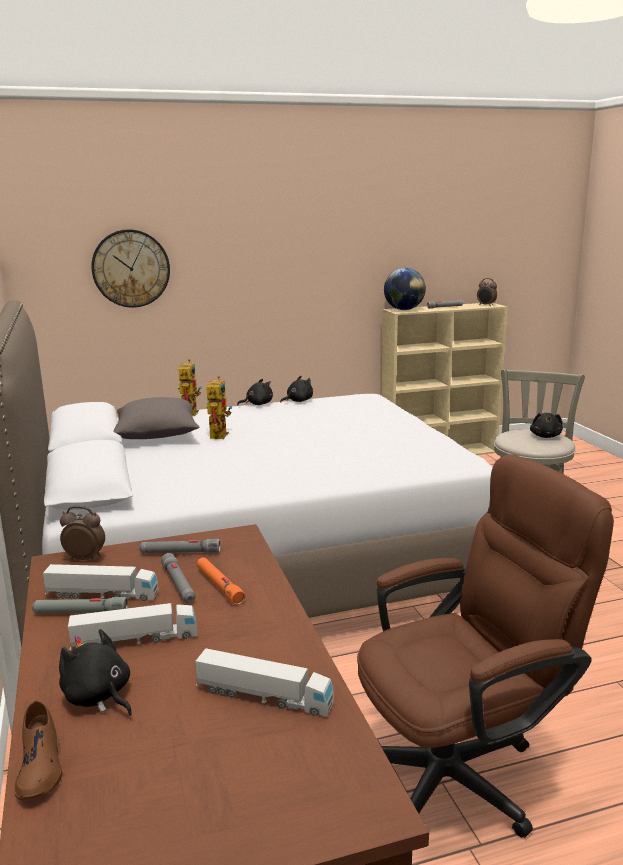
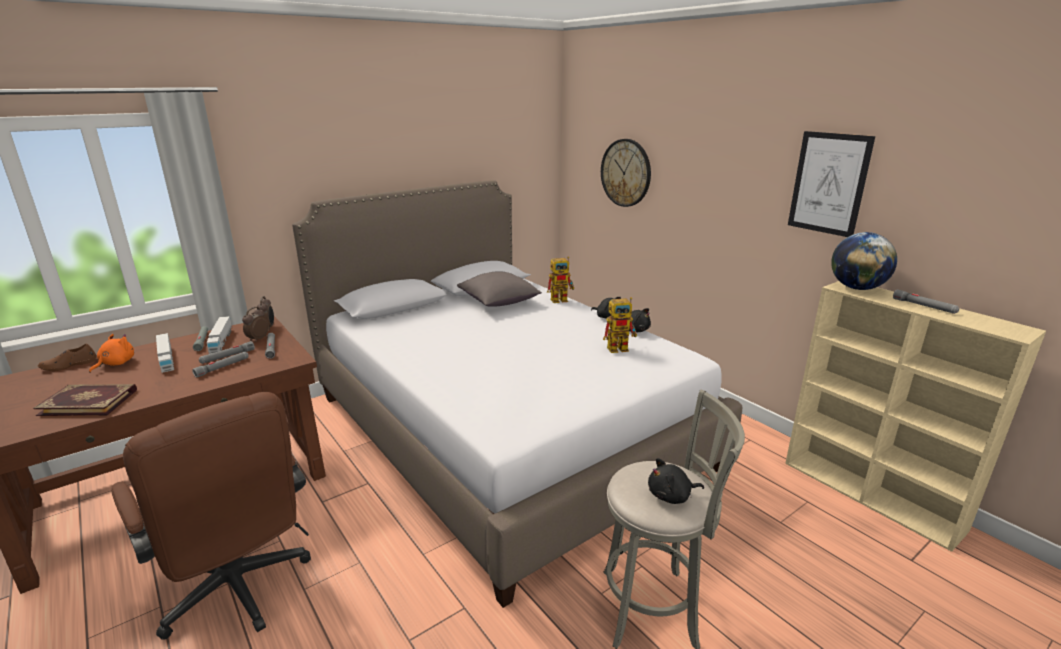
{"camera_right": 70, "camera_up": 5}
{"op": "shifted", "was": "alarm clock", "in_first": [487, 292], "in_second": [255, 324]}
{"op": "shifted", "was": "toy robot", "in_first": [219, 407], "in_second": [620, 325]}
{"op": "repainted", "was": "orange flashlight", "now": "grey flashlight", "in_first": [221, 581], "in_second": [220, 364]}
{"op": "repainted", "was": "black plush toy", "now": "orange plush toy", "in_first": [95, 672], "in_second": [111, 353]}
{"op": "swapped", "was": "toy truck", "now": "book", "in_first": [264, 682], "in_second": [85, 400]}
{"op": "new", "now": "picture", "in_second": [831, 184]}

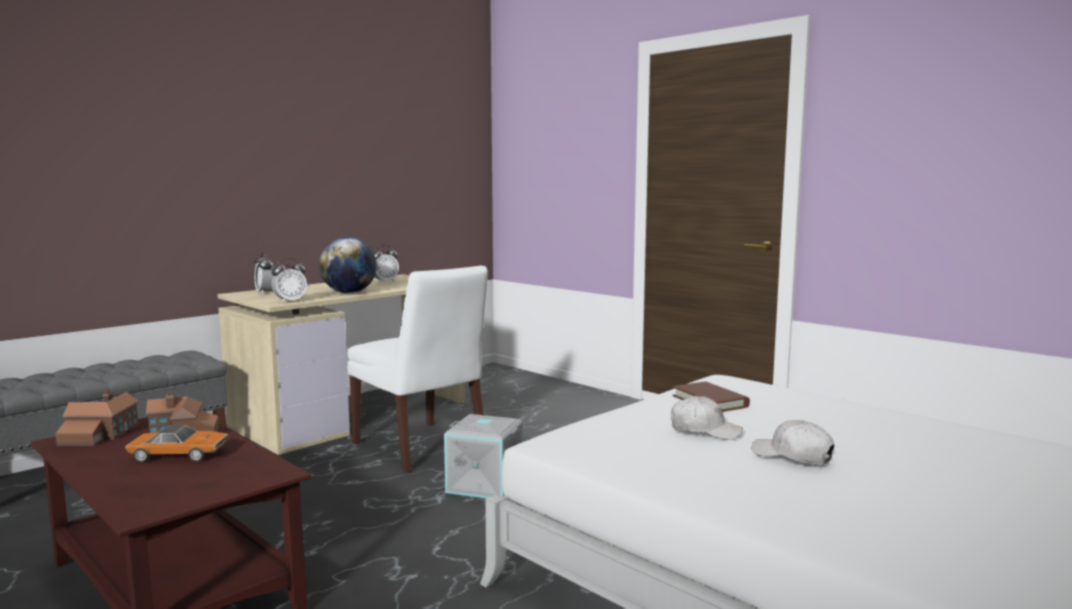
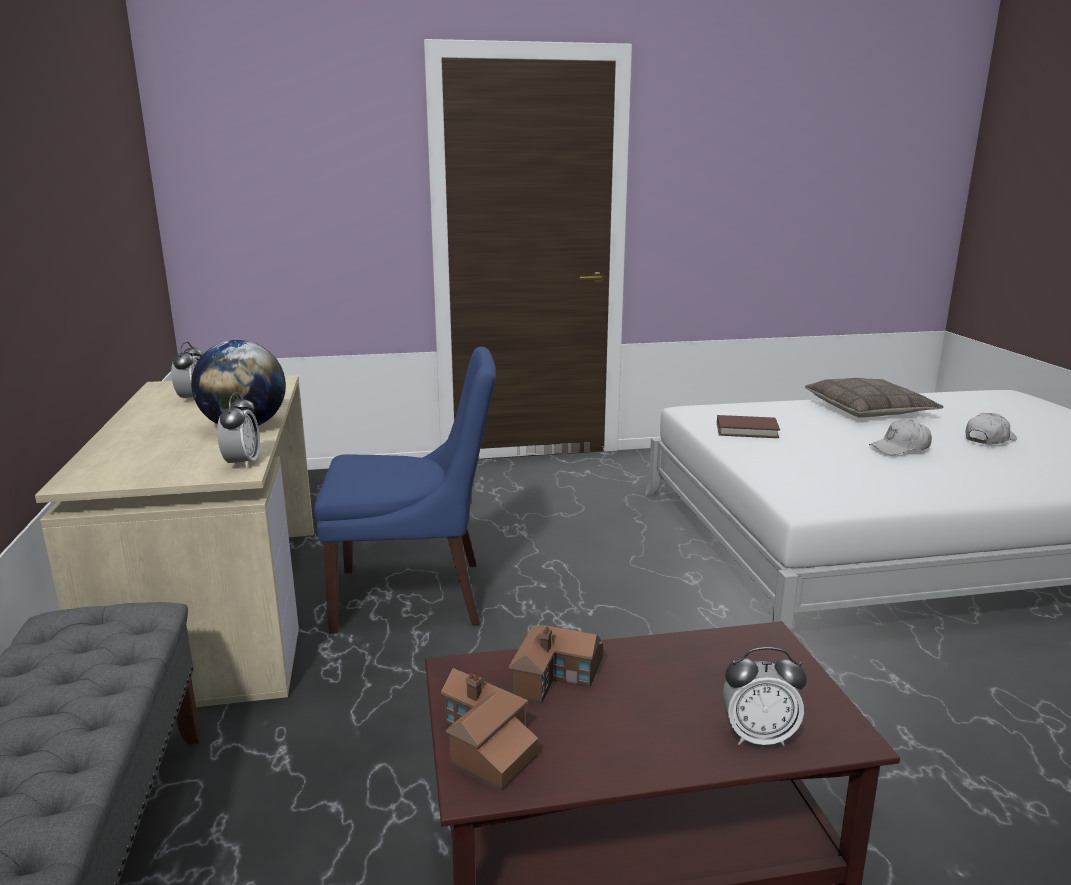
{"camera_right": -55, "camera_up": 10}
{"op": "shifted", "was": "alarm clock", "in_first": [264, 273], "in_second": [764, 696]}
{"op": "repainted", "was": "white chair", "now": "blue chair", "in_first": [417, 369], "in_second": [405, 490]}
{"op": "shifted", "was": "white cap", "in_first": [707, 418], "in_second": [991, 429]}
{"op": "gone", "was": "grey storage box", "in_first": [483, 456]}
{"op": "gone", "was": "toy car", "in_first": [177, 443]}
{"op": "new", "now": "pillow", "in_second": [874, 398]}

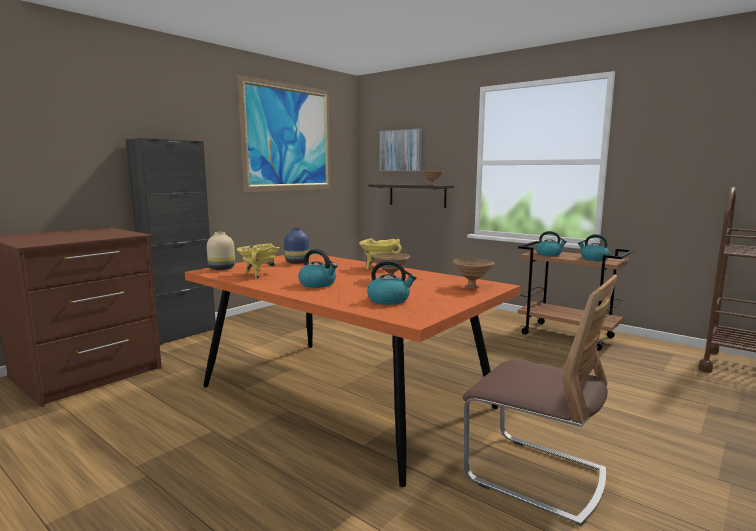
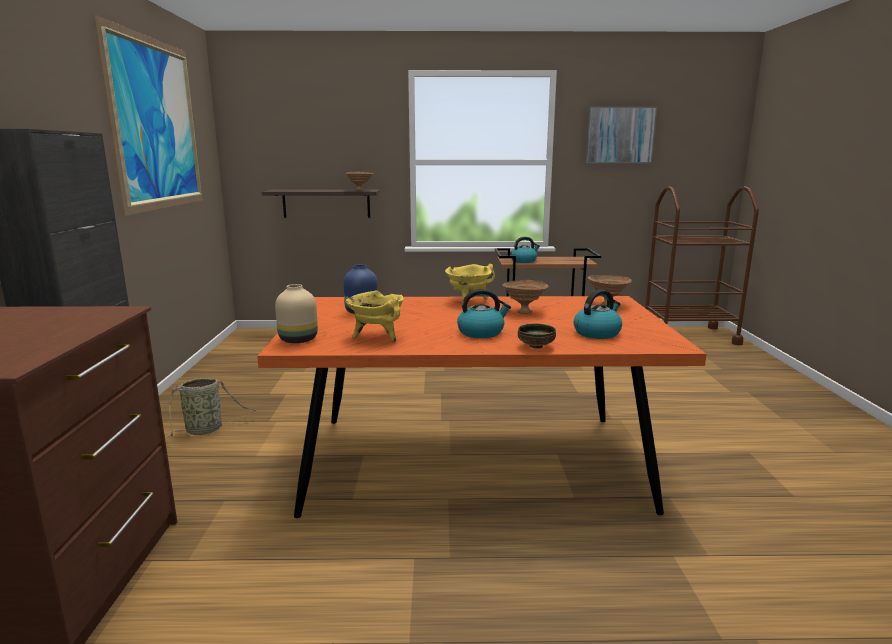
{"camera_right": -40, "camera_up": 5}
{"op": "shifted", "was": "picture", "in_first": [400, 149], "in_second": [621, 135]}
{"op": "gone", "was": "kettle", "in_first": [594, 247]}
{"op": "gone", "was": "chair", "in_first": [540, 400]}
{"op": "new", "now": "bowl", "in_second": [537, 336]}
{"op": "new", "now": "basket", "in_second": [210, 407]}

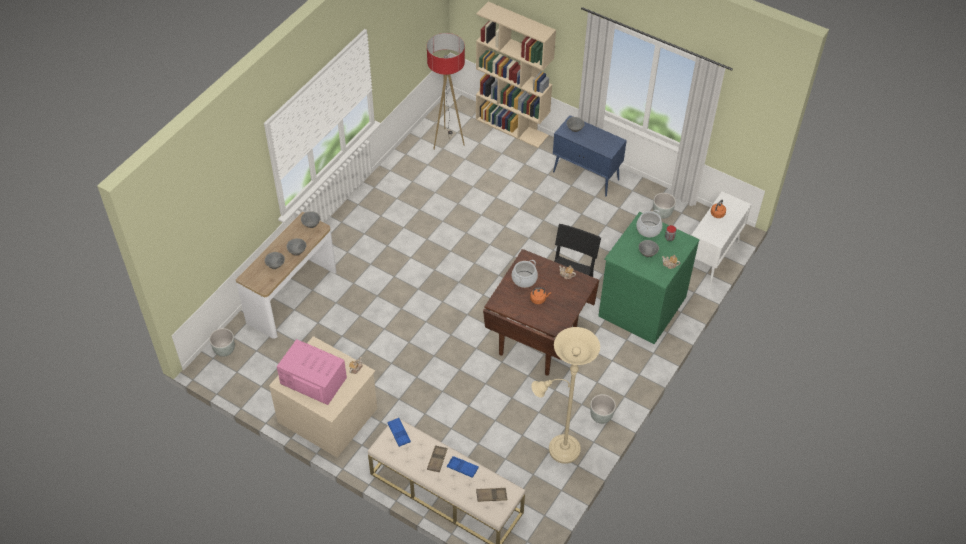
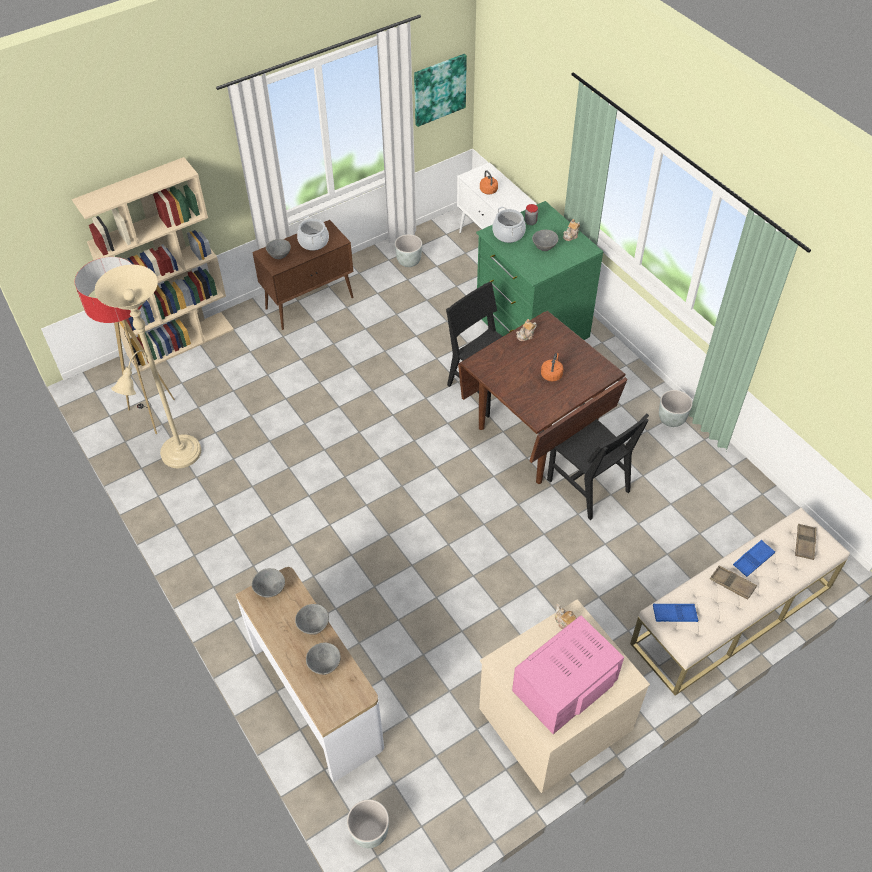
{"camera_right": -65, "camera_up": 0}
{"op": "repainted", "was": "blue cabinet", "now": "brown cabinet", "in_first": [590, 155], "in_second": [303, 275]}
{"op": "shifted", "was": "cooking pot", "in_first": [525, 274], "in_second": [313, 233]}
{"op": "shifted", "was": "beige floor lamp", "in_first": [565, 395], "in_second": [148, 366]}
{"op": "new", "now": "picture", "in_second": [440, 90]}
{"op": "new", "now": "black chair", "in_second": [598, 466]}

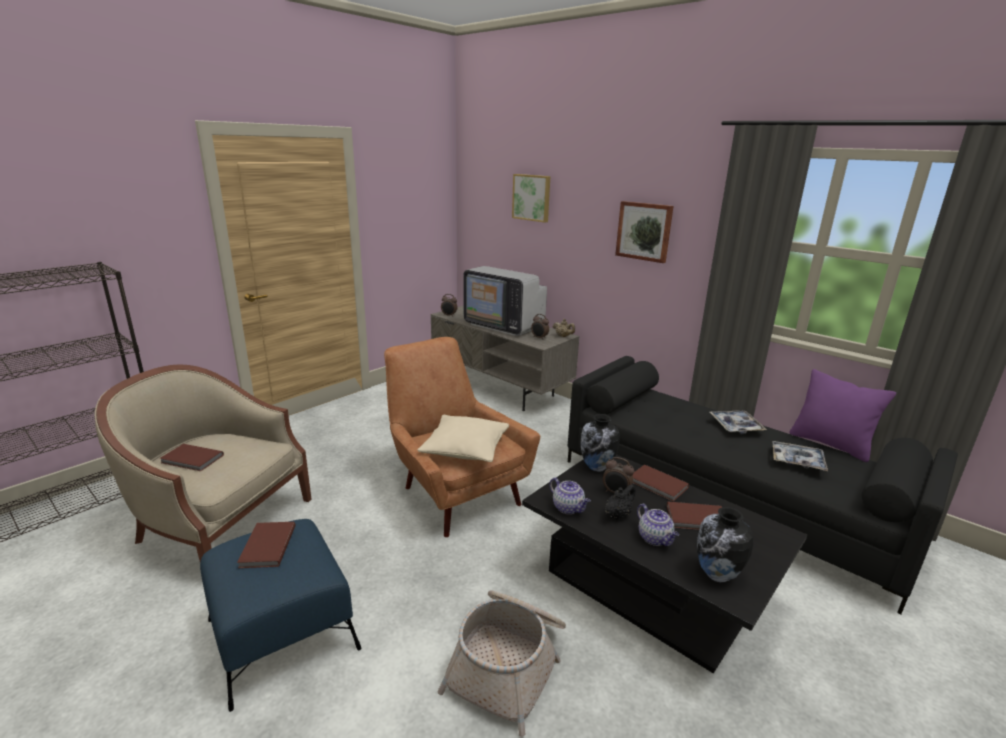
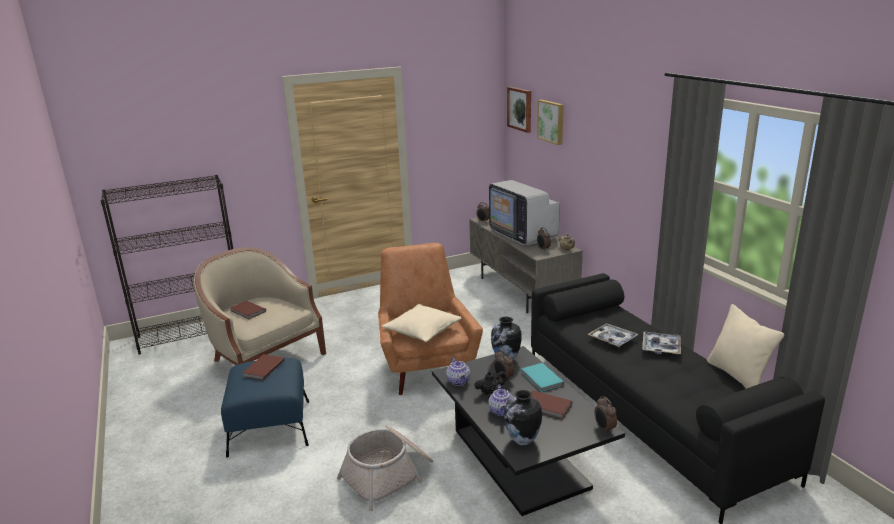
{"camera_right": 25, "camera_up": 0}
{"op": "shifted", "was": "picture", "in_first": [644, 232], "in_second": [519, 110]}
{"op": "repainted", "was": "purple pillow", "now": "beige pillow", "in_first": [842, 415], "in_second": [745, 346]}
{"op": "shifted", "was": "tray", "in_first": [800, 456], "in_second": [613, 335]}
{"op": "repainted", "was": "brown book", "now": "turquoise book", "in_first": [661, 483], "in_second": [542, 377]}
{"op": "new", "now": "alarm clock", "in_second": [606, 415]}

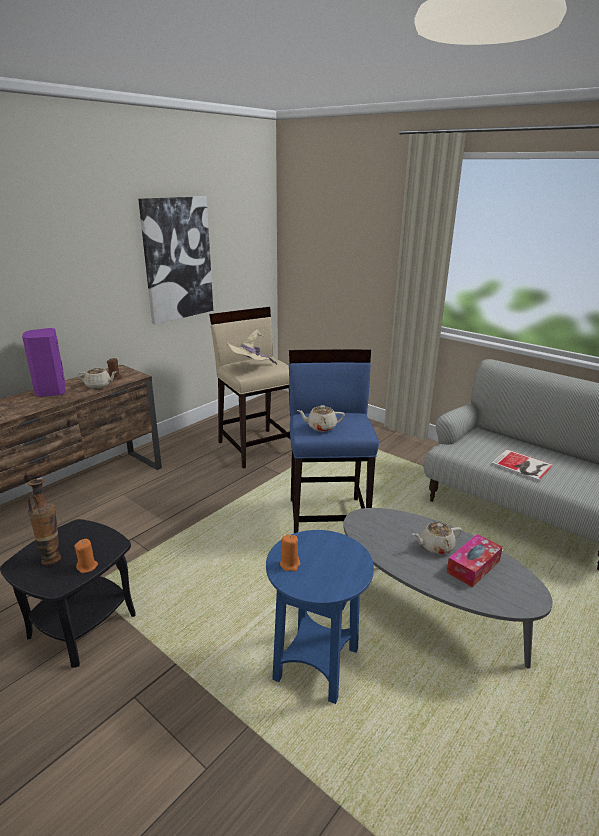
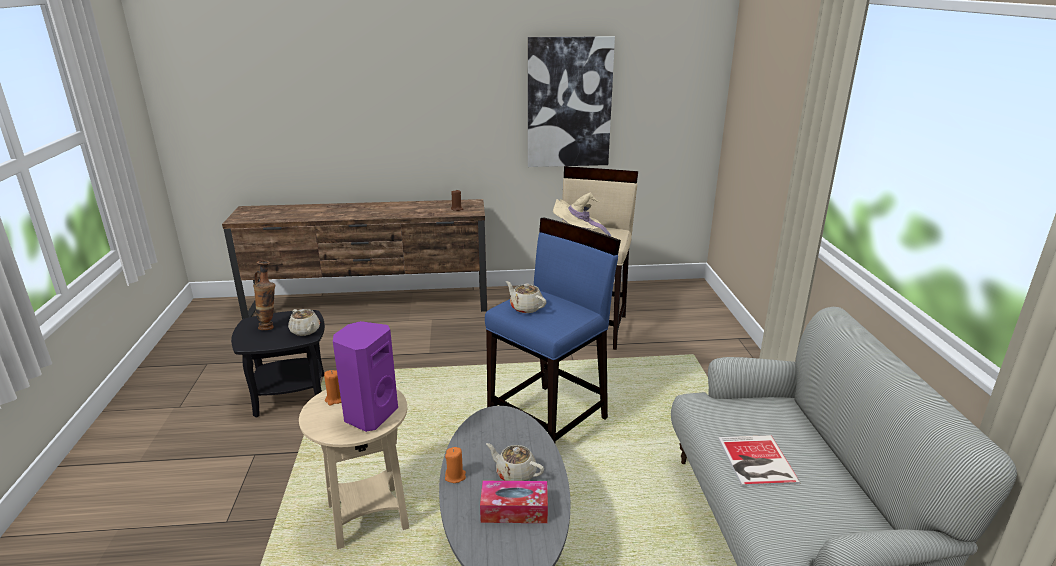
{"camera_right": 45, "camera_up": 0}
{"op": "shifted", "was": "purple speaker", "in_first": [44, 362], "in_second": [365, 376]}
{"op": "shifted", "was": "beige teapot", "in_first": [97, 377], "in_second": [304, 322]}
{"op": "repainted", "was": "blue side table", "now": "beige side table", "in_first": [320, 617], "in_second": [354, 469]}
{"op": "shifted", "was": "orange candle", "in_first": [86, 556], "in_second": [455, 465]}

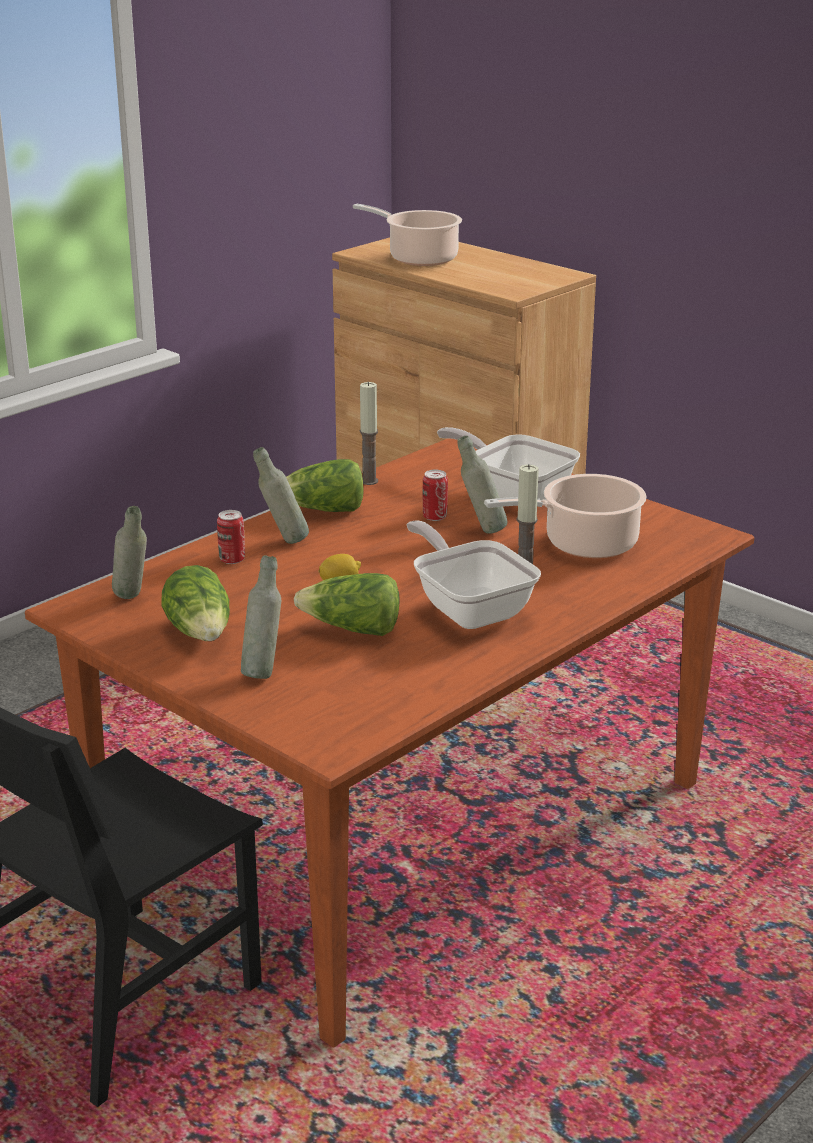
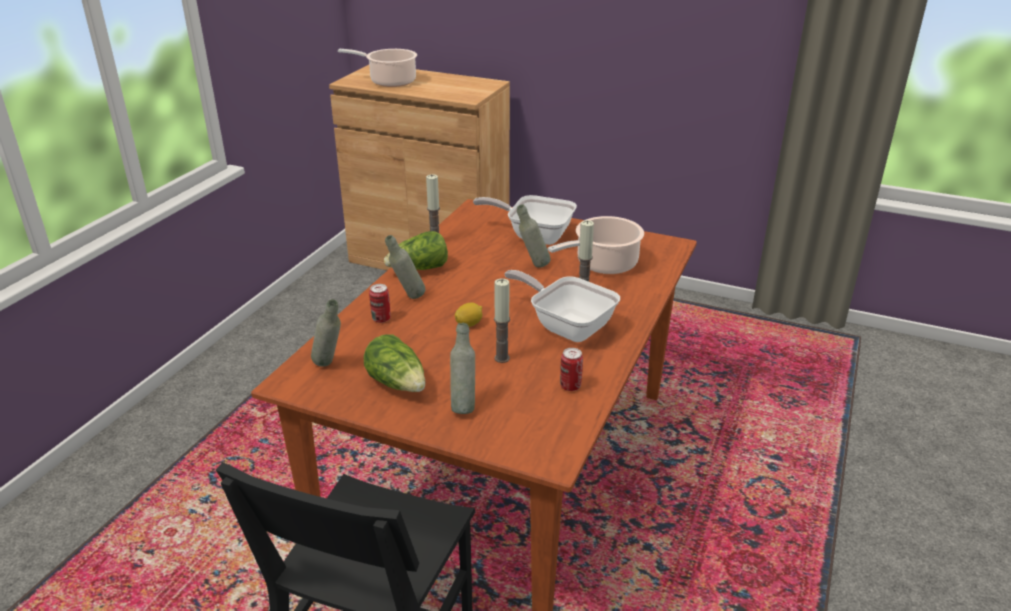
{"camera_right": -20, "camera_up": 5}
{"op": "shifted", "was": "can", "in_first": [435, 495], "in_second": [571, 369]}
{"op": "swapped", "was": "lettuce", "now": "candle", "in_first": [346, 604], "in_second": [502, 320]}

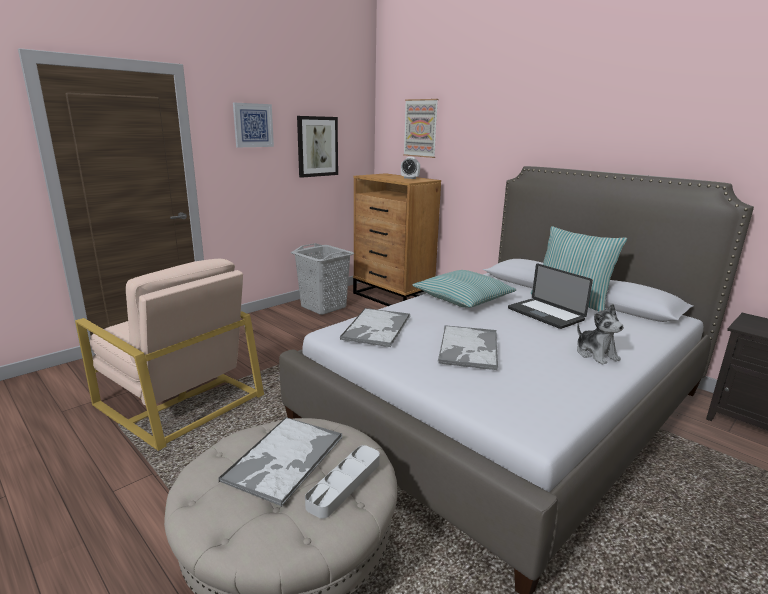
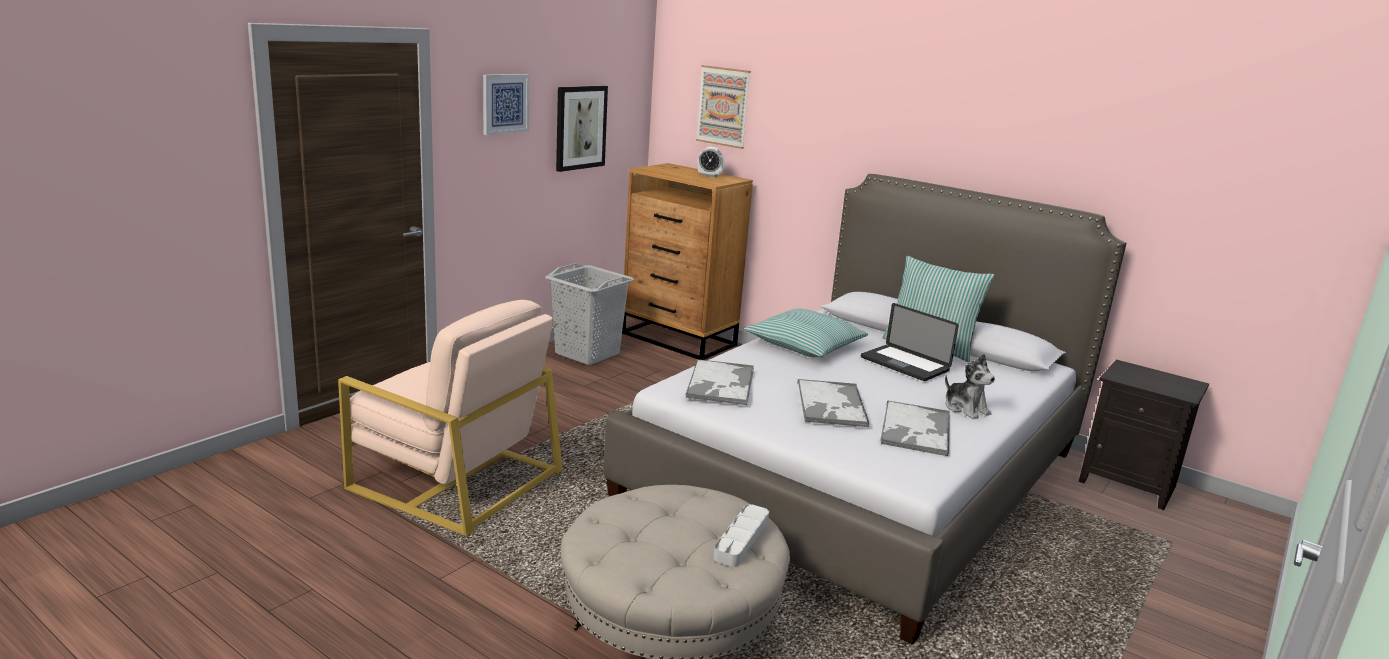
{"camera_right": -10, "camera_up": 0}
{"op": "shifted", "was": "tray", "in_first": [280, 462], "in_second": [915, 428]}

